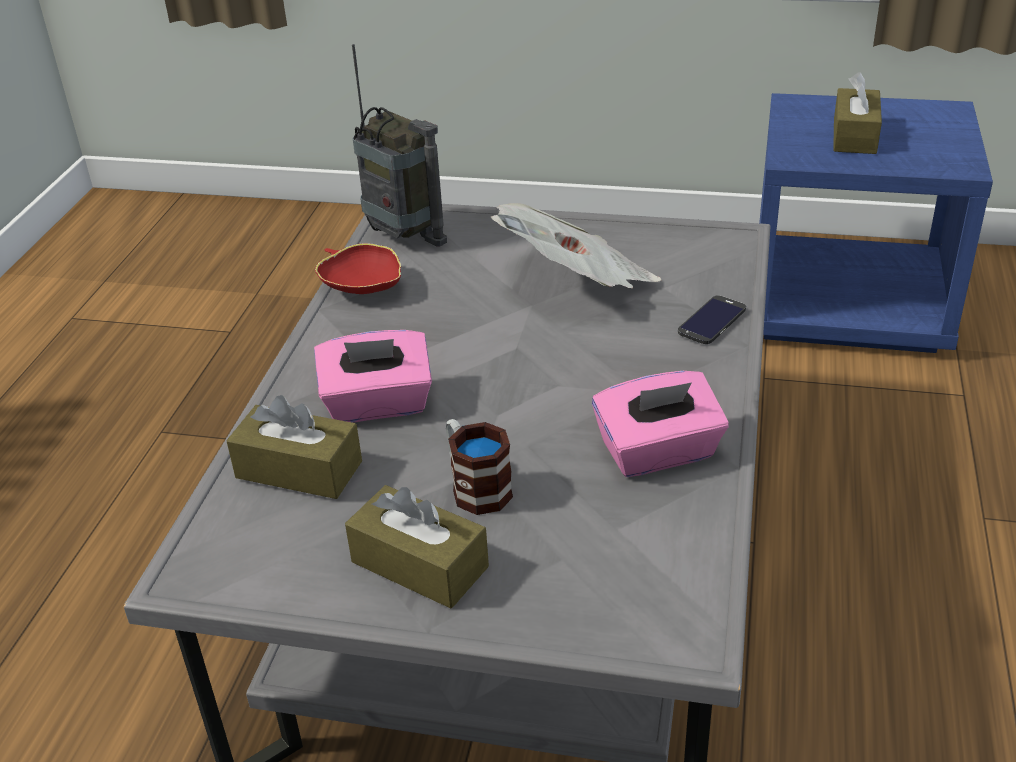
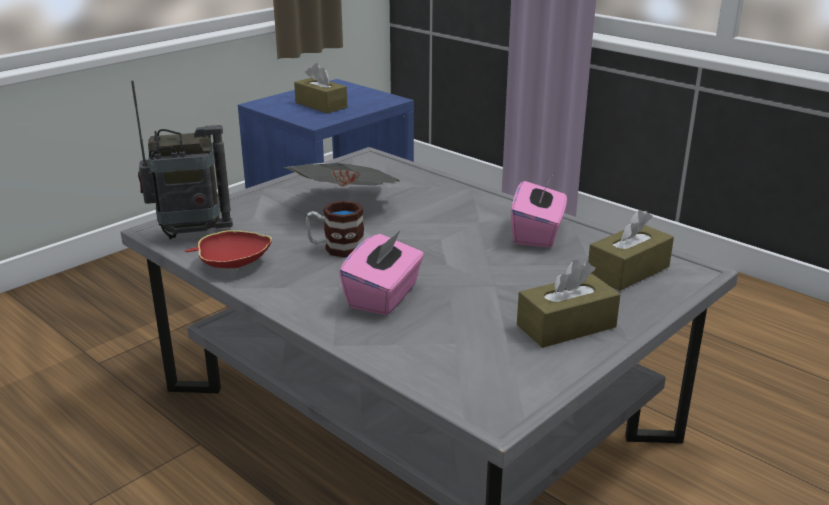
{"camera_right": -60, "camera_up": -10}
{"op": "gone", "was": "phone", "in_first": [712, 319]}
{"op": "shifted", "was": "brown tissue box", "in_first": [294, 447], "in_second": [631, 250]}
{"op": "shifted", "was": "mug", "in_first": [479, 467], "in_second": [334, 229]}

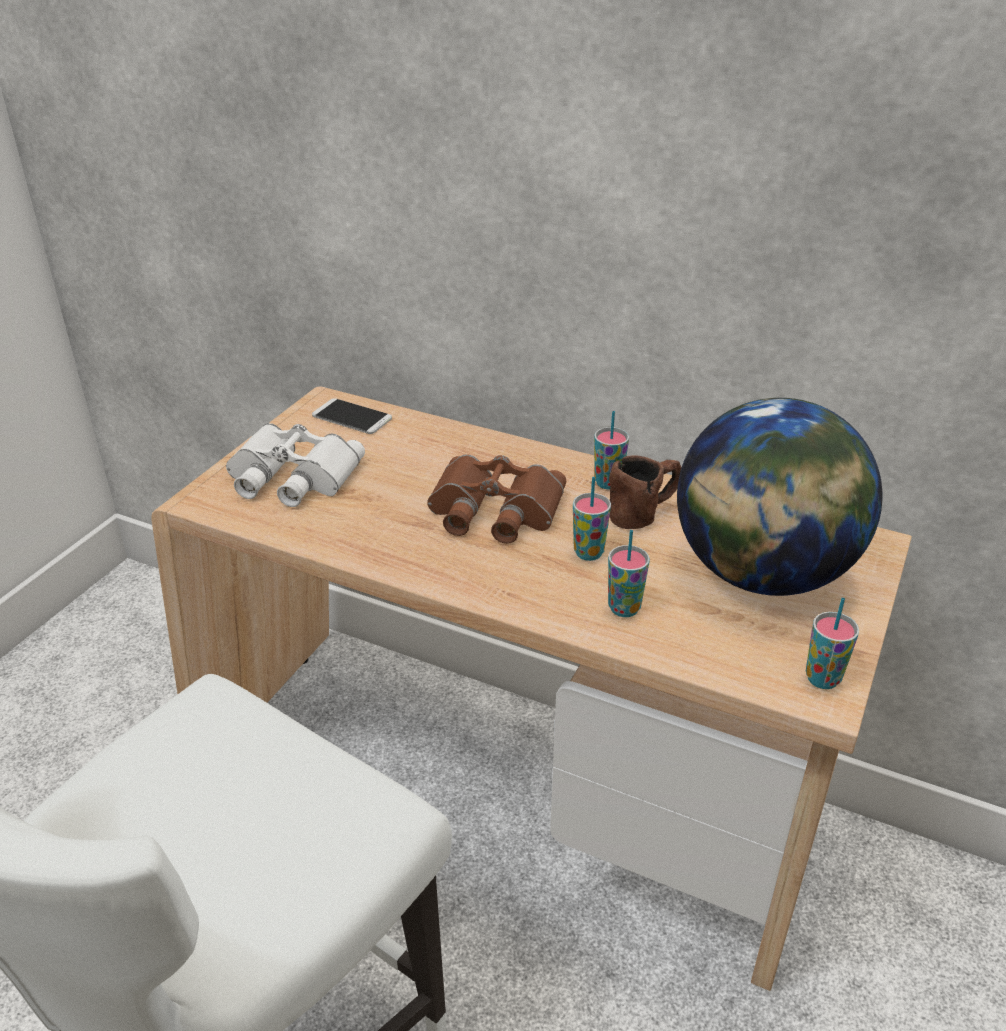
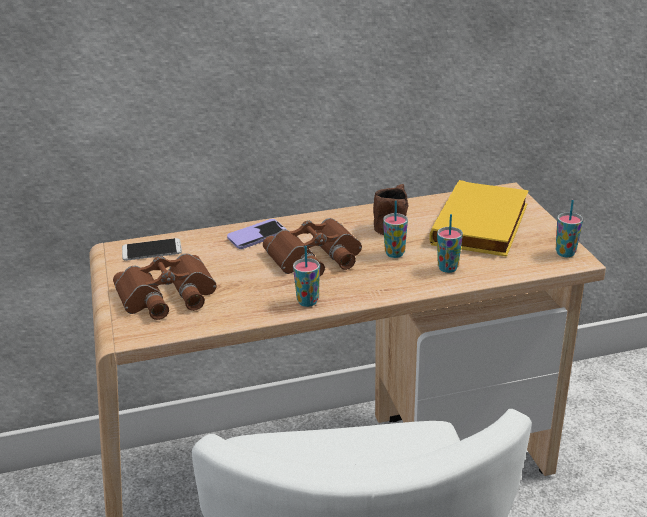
{"camera_right": -40, "camera_up": -5}
{"op": "swapped", "was": "globe", "now": "yellow book", "in_first": [780, 497], "in_second": [479, 218]}
{"op": "shifted", "was": "cup", "in_first": [611, 450], "in_second": [306, 276]}
{"op": "repainted", "was": "white binoculars", "now": "brown binoculars", "in_first": [295, 465], "in_second": [165, 286]}
{"op": "new", "now": "phone", "in_second": [257, 234]}

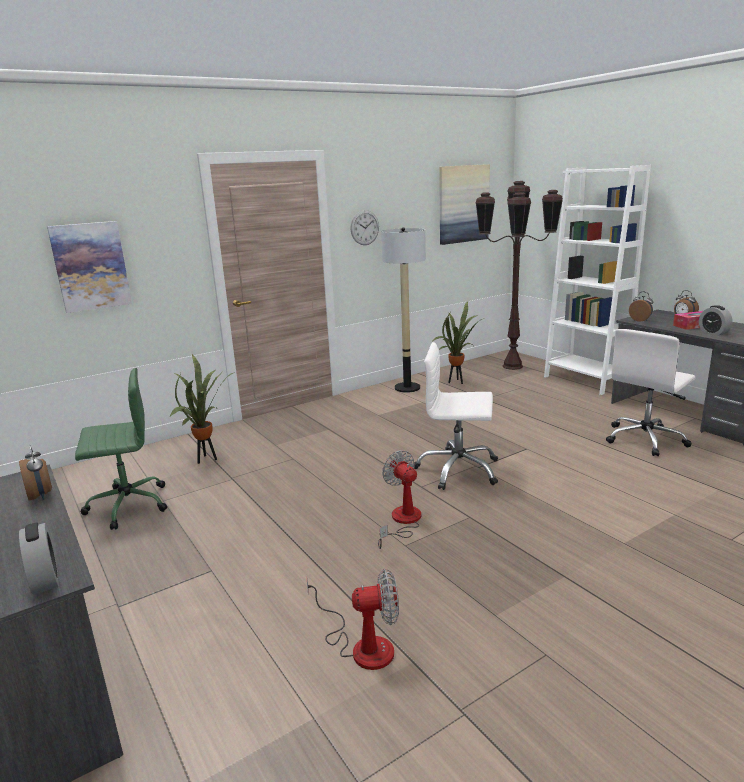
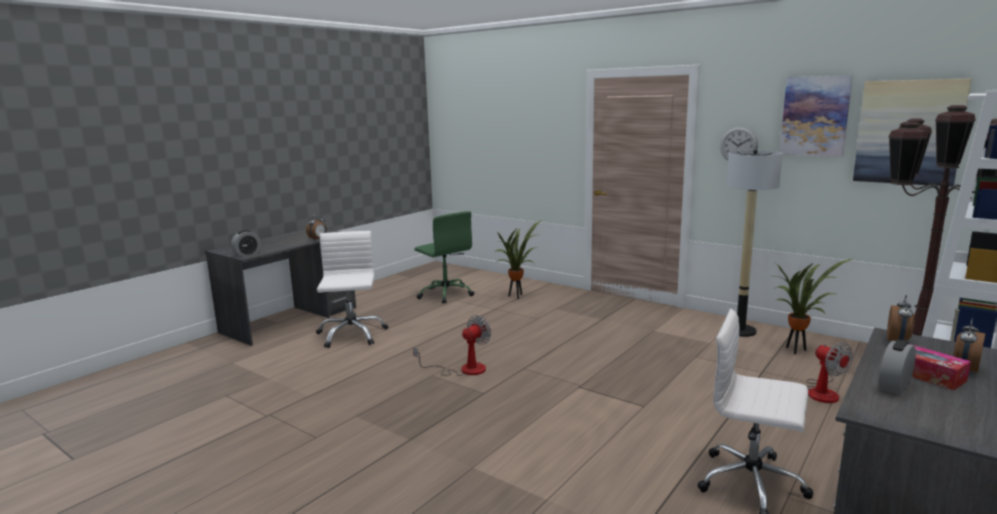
{"camera_right": 70, "camera_up": -5}
{"op": "shifted", "was": "picture", "in_first": [89, 267], "in_second": [816, 116]}
{"op": "shifted", "was": "white office chair", "in_first": [456, 416], "in_second": [352, 289]}
{"op": "shifted", "was": "fan", "in_first": [353, 619], "in_second": [830, 372]}

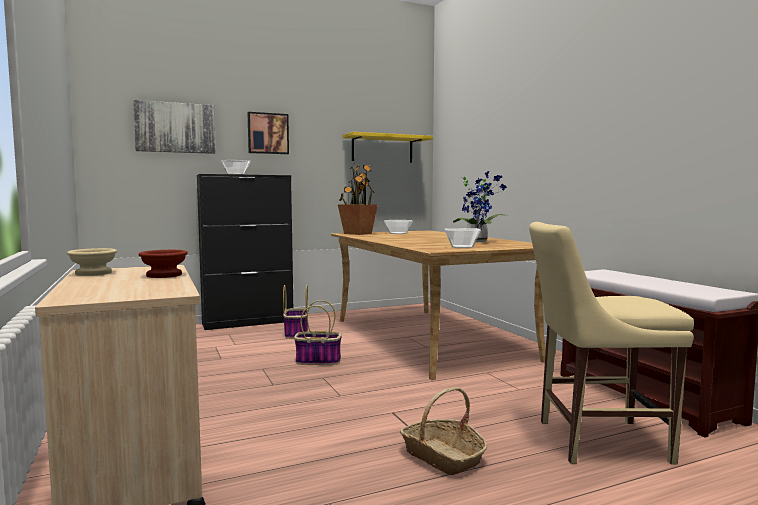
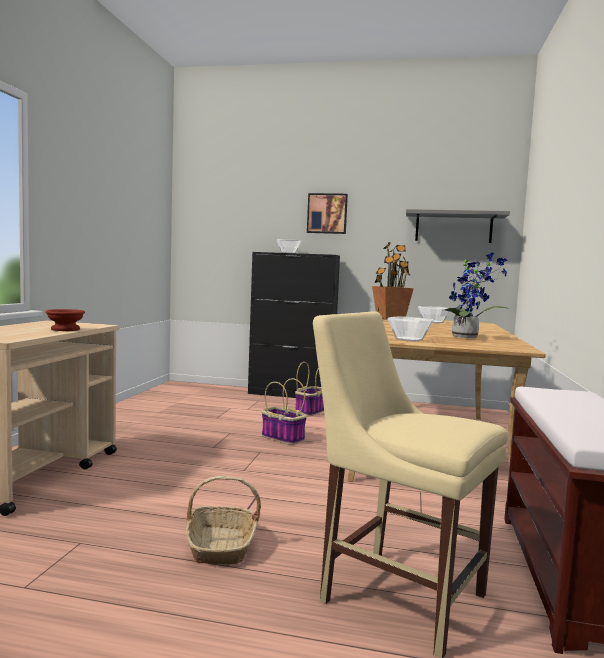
{"camera_right": 35, "camera_up": 0}
{"op": "gone", "was": "picture", "in_first": [174, 127]}
{"op": "repainted", "was": "yellow shelf", "now": "grey shelf", "in_first": [388, 147], "in_second": [458, 226]}
{"op": "gone", "was": "beige bowl", "in_first": [92, 262]}

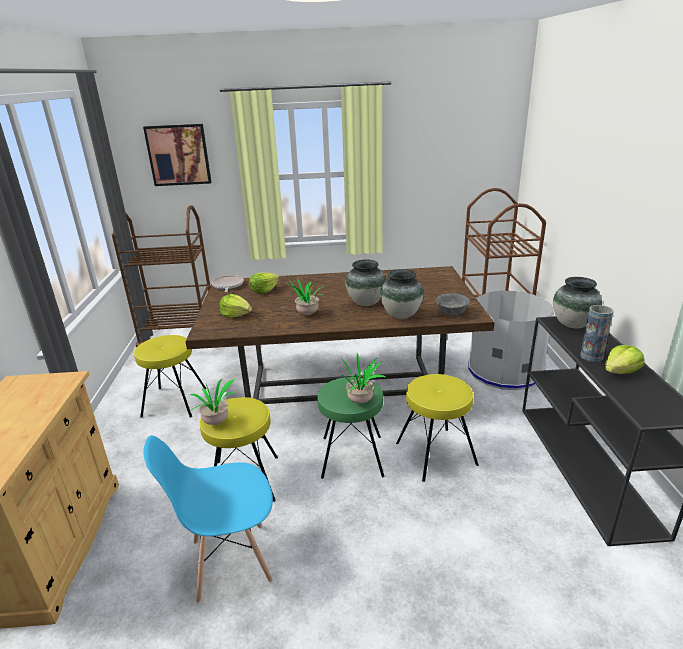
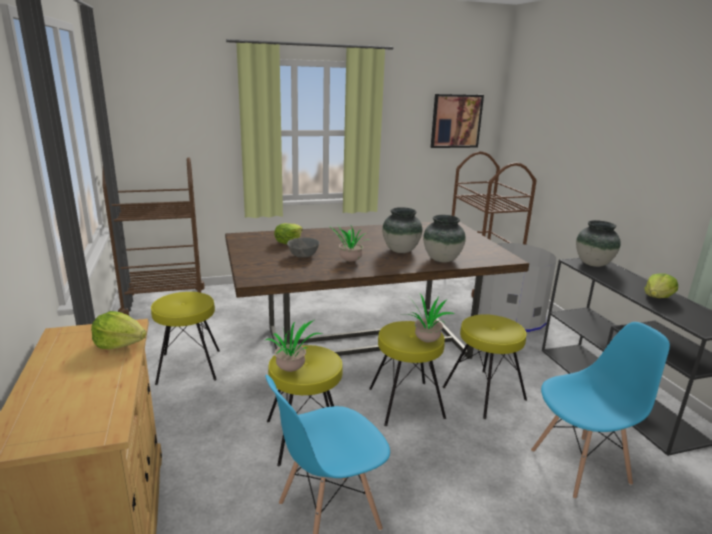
{"camera_right": -15, "camera_up": -5}
{"op": "shifted", "was": "picture", "in_first": [177, 155], "in_second": [457, 121]}
{"op": "gone", "was": "frying pan", "in_first": [228, 283]}
{"op": "shifted", "was": "grey bowl", "in_first": [453, 304], "in_second": [303, 247]}
{"op": "shifted", "was": "lettuce", "in_first": [235, 306], "in_second": [119, 330]}
{"op": "gone", "was": "vase", "in_first": [596, 333]}
{"op": "repainted", "was": "green stool", "now": "yellow stool", "in_first": [351, 428], "in_second": [407, 373]}
{"op": "new", "now": "blue chair", "in_second": [600, 410]}

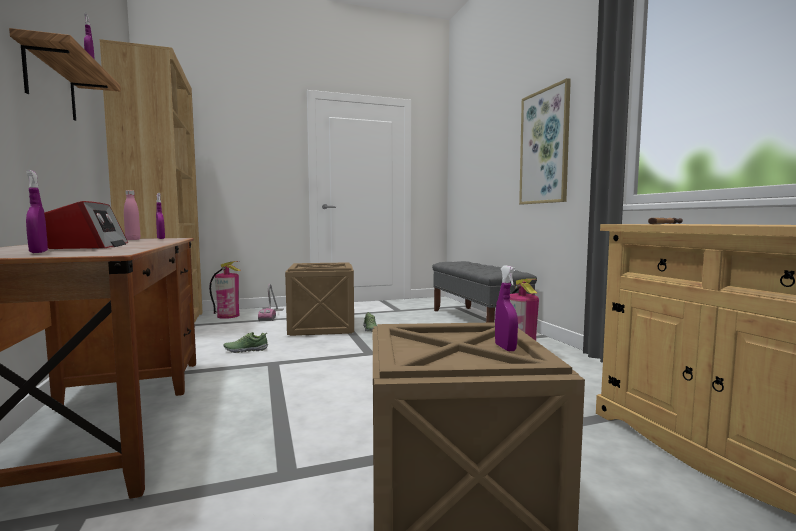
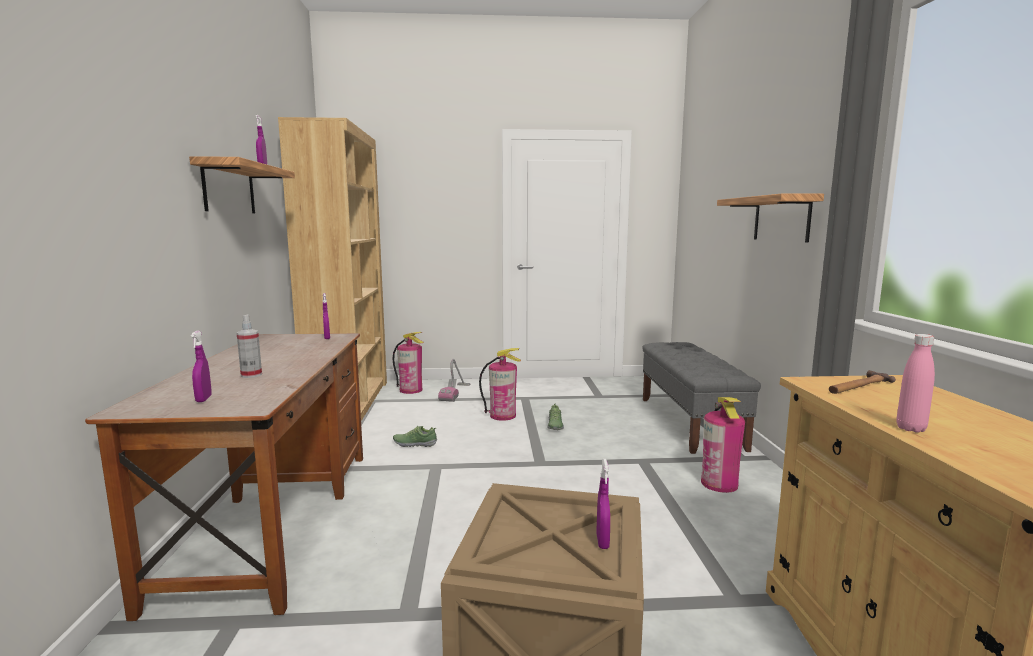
{"camera_right": 15, "camera_up": 5}
{"op": "swapped", "was": "picture", "now": "shelf", "in_first": [545, 141], "in_second": [770, 218]}
{"op": "shifted", "was": "pink bottle", "in_first": [132, 215], "in_second": [915, 383]}
{"op": "swapped", "was": "radio", "now": "spray bottle", "in_first": [86, 225], "in_second": [249, 346]}
{"op": "swapped", "was": "crate", "now": "fire extinguisher", "in_first": [319, 299], "in_second": [500, 384]}

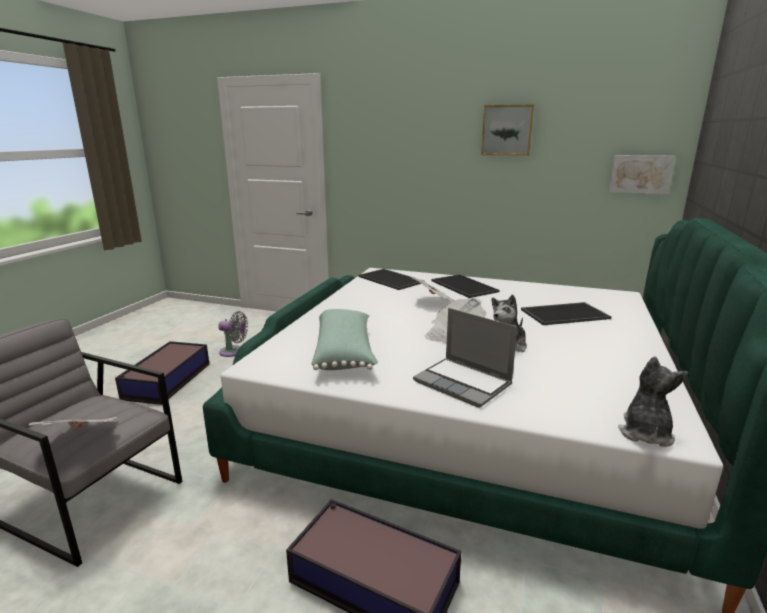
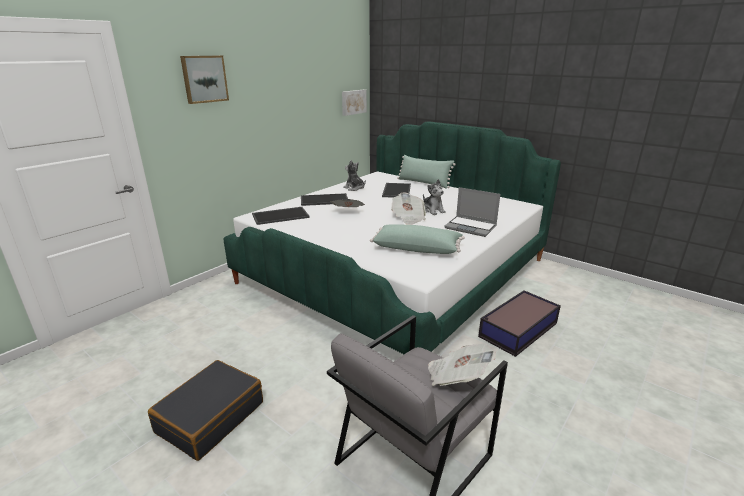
{"camera_right": -70, "camera_up": 5}
{"op": "shifted", "was": "picture", "in_first": [507, 130], "in_second": [204, 80]}
{"op": "rotated", "was": "laptop", "in_first": [465, 358], "in_second": [472, 212], "clockwise": 60}
{"op": "gone", "was": "grey fan", "in_first": [233, 334]}
{"op": "swapped", "was": "storage box", "now": "black suitcase", "in_first": [162, 373], "in_second": [205, 410]}
{"op": "shifted", "was": "plush toy", "in_first": [653, 401], "in_second": [354, 175]}
{"op": "new", "now": "green pillow", "in_second": [426, 172]}

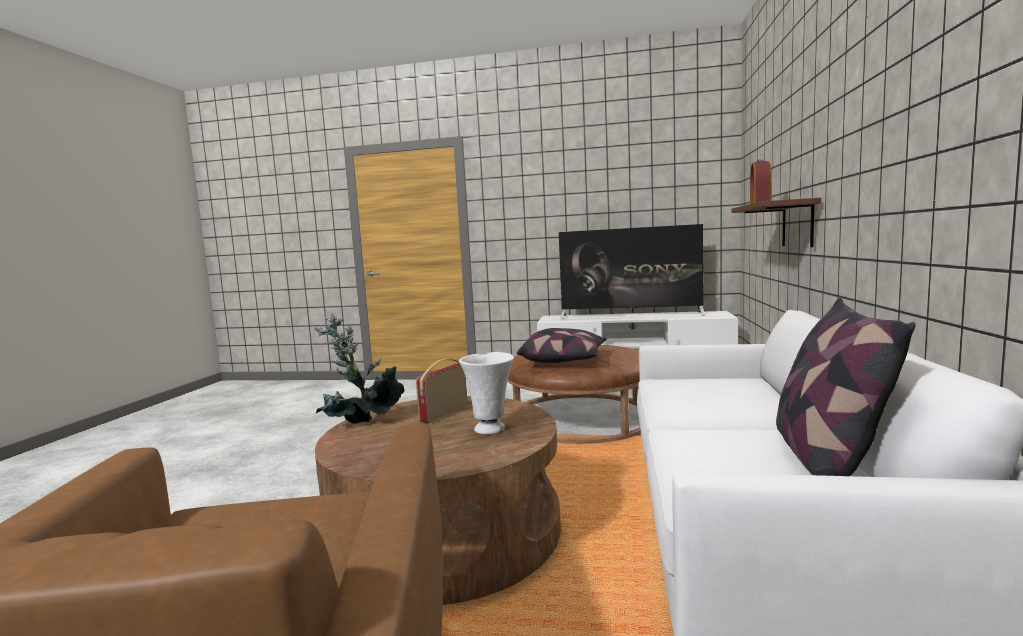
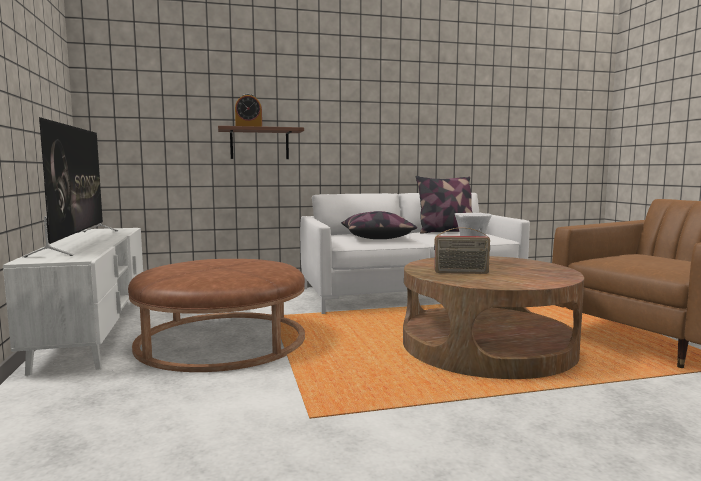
{"camera_right": -115, "camera_up": 0}
{"op": "gone", "was": "potted plant", "in_first": [359, 369]}
{"op": "shifted", "was": "pillow", "in_first": [562, 345], "in_second": [379, 225]}

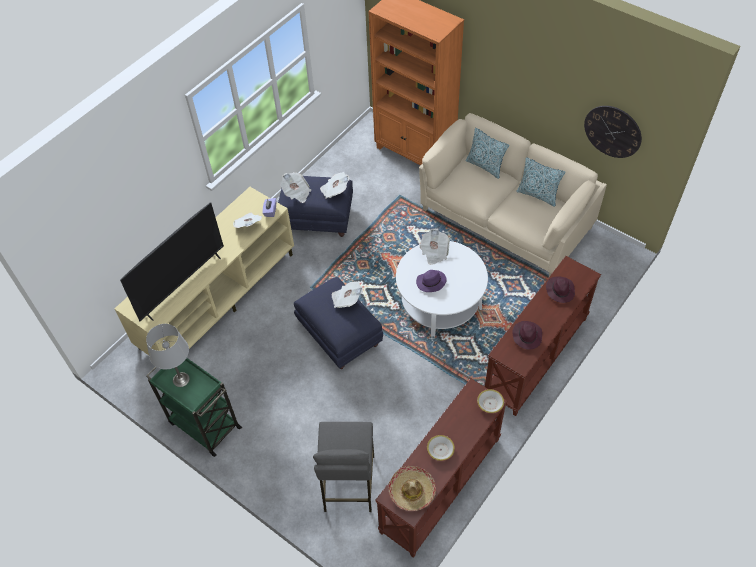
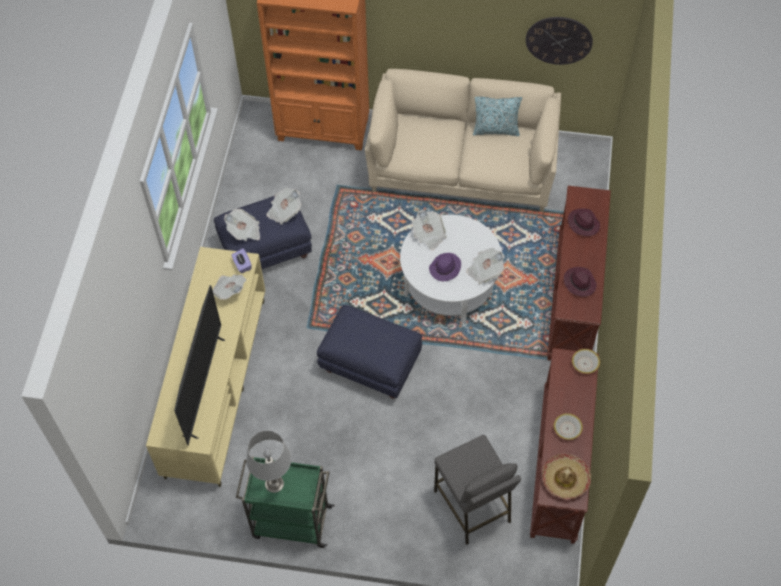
{"camera_right": -30, "camera_up": 5}
{"op": "gone", "was": "pillow", "in_first": [487, 153]}
{"op": "shifted", "was": "newspaper", "in_first": [347, 295], "in_second": [485, 266]}

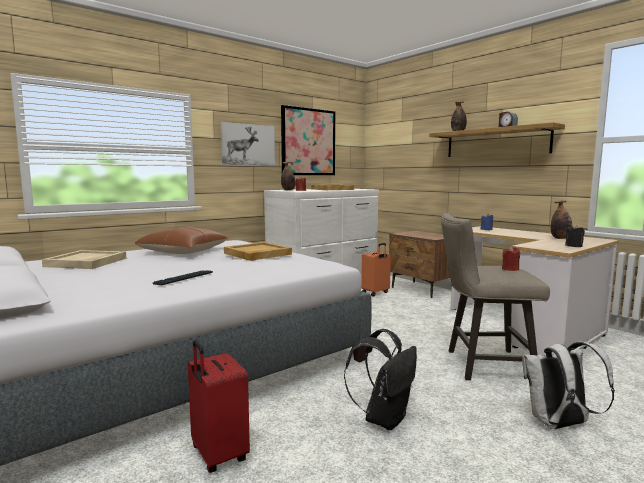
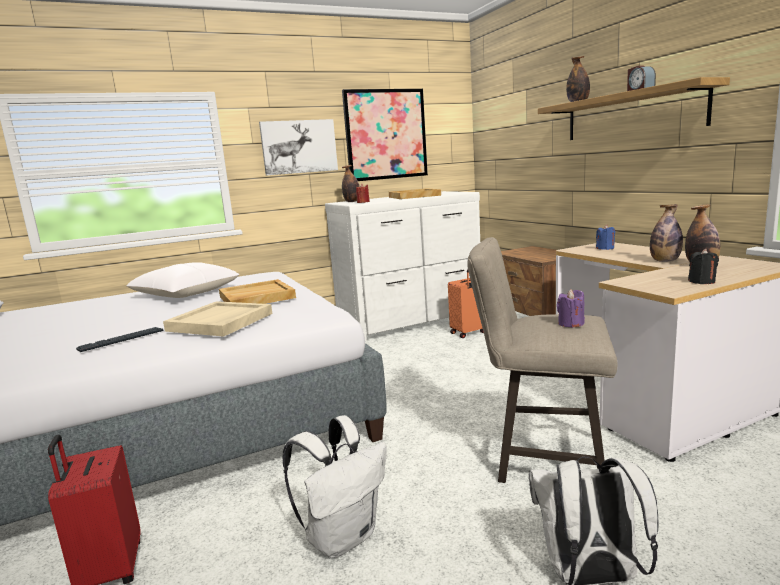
{"camera_right": 15, "camera_up": 5}
{"op": "repainted", "was": "brown pillow", "now": "white pillow", "in_first": [181, 240], "in_second": [183, 280]}
{"op": "repainted", "was": "red candle", "now": "purple candle", "in_first": [511, 258], "in_second": [571, 308]}
{"op": "shifted", "was": "beige tray", "in_first": [84, 259], "in_second": [217, 319]}
{"op": "repainted", "was": "black backpack", "now": "white backpack", "in_first": [380, 379], "in_second": [334, 486]}
{"op": "new", "now": "bottle", "in_second": [666, 233]}

